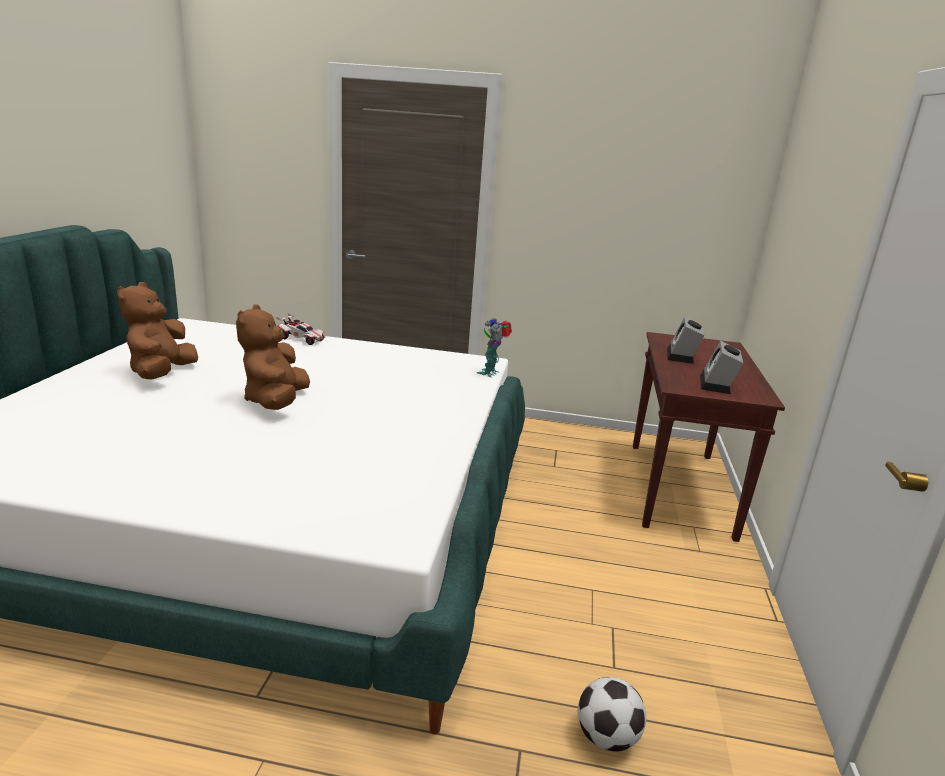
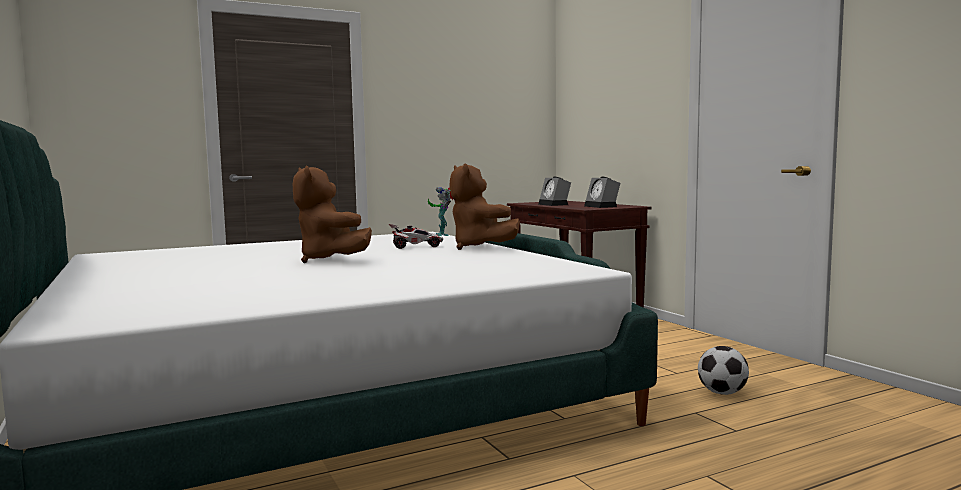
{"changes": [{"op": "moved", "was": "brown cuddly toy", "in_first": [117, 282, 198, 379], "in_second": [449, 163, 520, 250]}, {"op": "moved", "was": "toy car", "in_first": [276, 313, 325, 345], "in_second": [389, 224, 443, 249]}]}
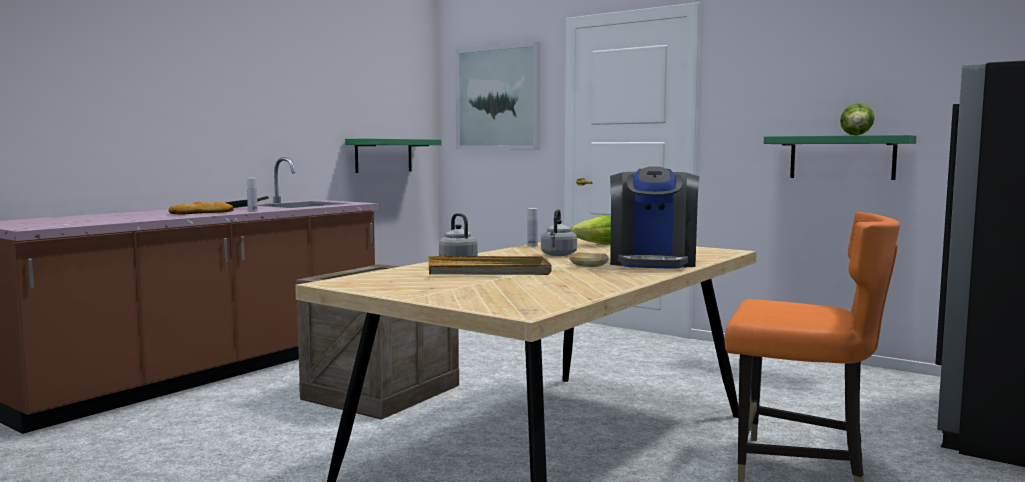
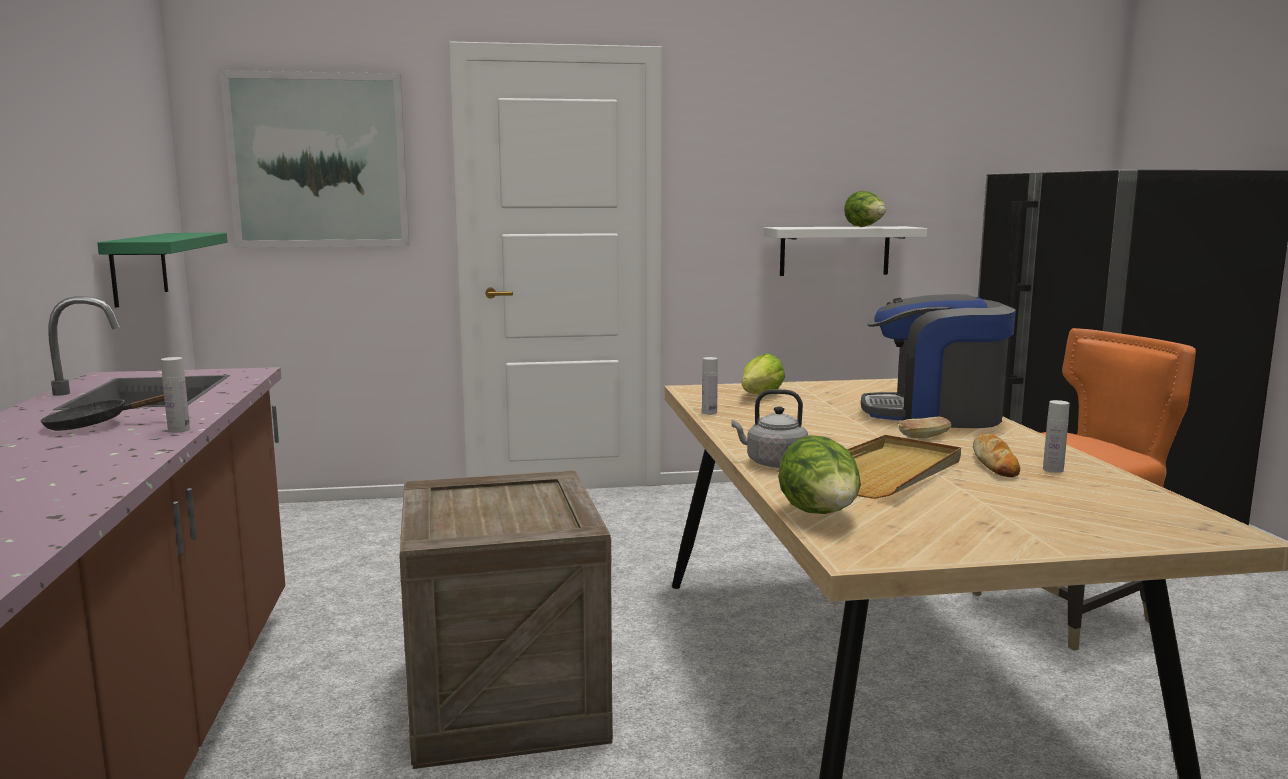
{"changes": [{"op": "recoloured", "was": "green shelf", "now": "white-coloured shelf", "in_first": [764, 135, 916, 180], "in_second": [763, 226, 927, 276]}, {"op": "turned", "was": "coffee brewer", "in_first": [610, 166, 699, 269], "in_second": [861, 294, 1016, 428], "clockwise": 135}, {"op": "moved", "was": "bakery bread", "in_first": [169, 201, 234, 215], "in_second": [973, 433, 1020, 477]}, {"op": "removed", "was": "gray water kettle", "in_first": [541, 209, 577, 256]}, {"op": "added", "now": "white-coloured drink bottle", "in_second": [1043, 400, 1070, 473]}, {"op": "added", "now": "lettuce head", "in_second": [778, 435, 861, 514]}]}
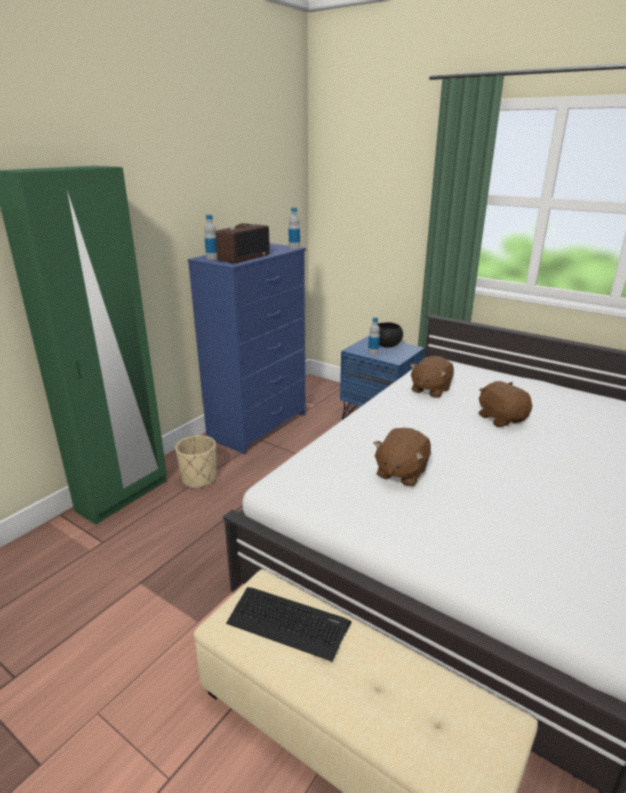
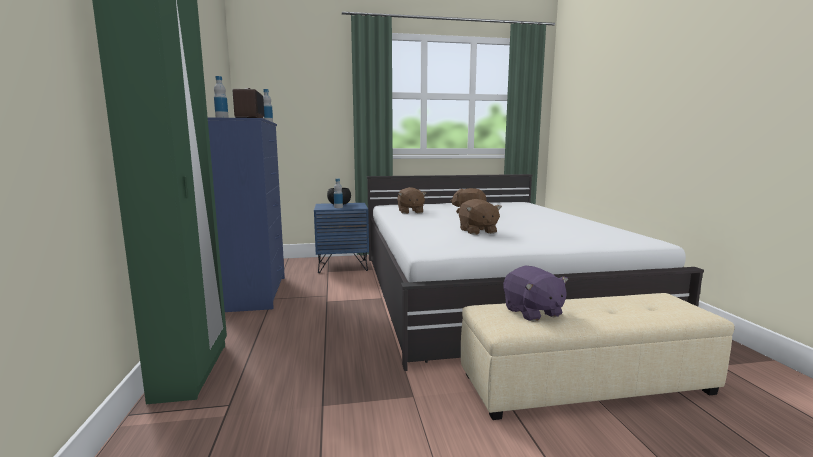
{"changes": [{"op": "removed", "was": "beige flower pot", "in_first": [175, 435, 217, 489]}, {"op": "replaced", "was": "computer keyboard", "now": "purplish cuddly toy", "in_first": [226, 587, 352, 662], "in_second": [503, 266, 569, 322]}]}
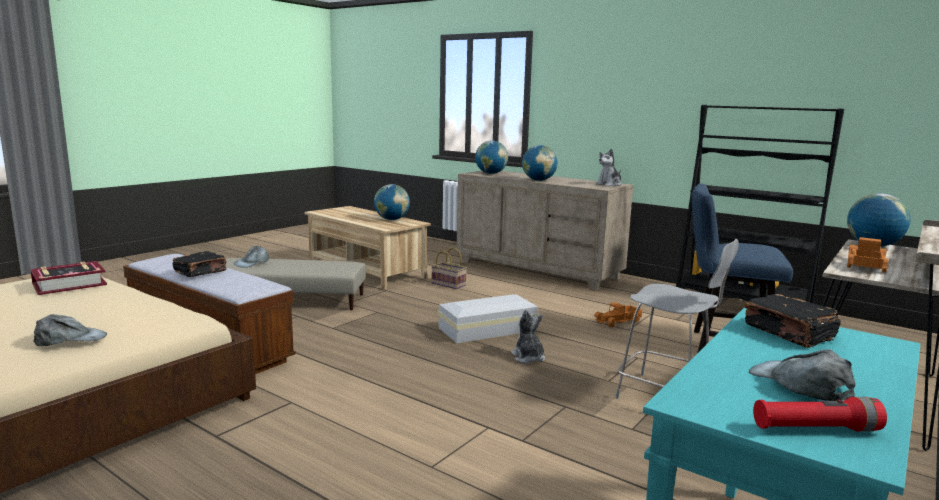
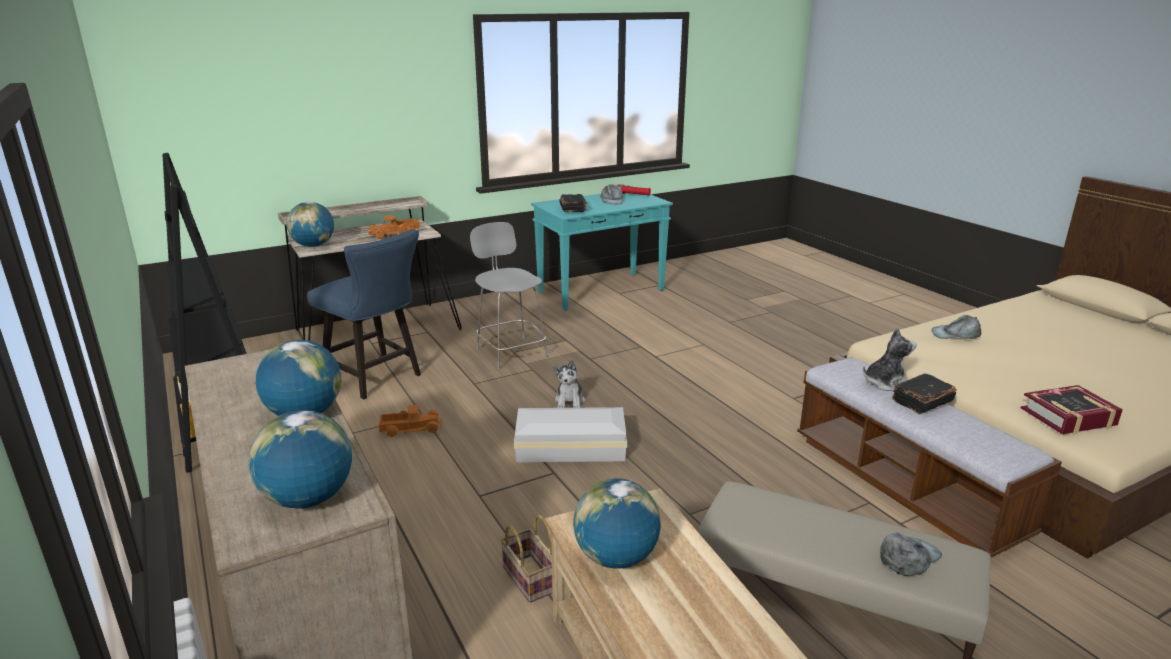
{"changes": [{"op": "moved", "was": "cuddly toy", "in_first": [595, 148, 621, 186], "in_second": [863, 328, 917, 391]}]}
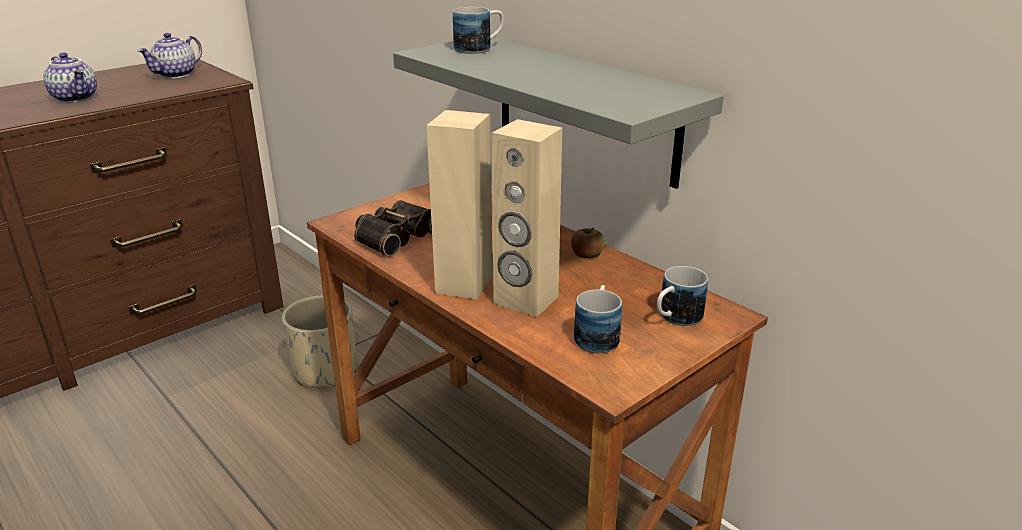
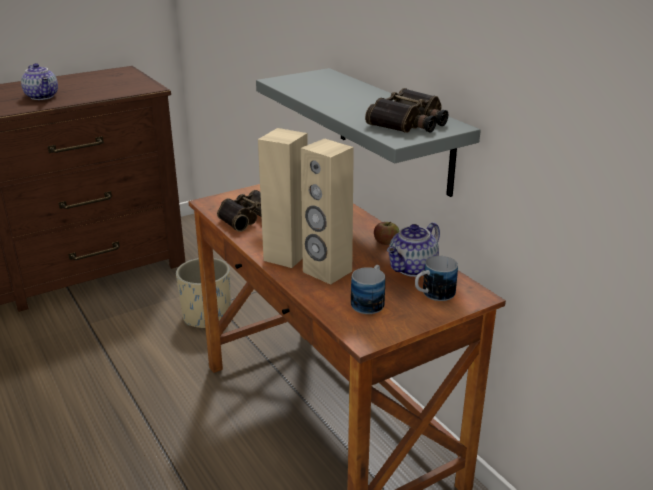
{"changes": [{"op": "removed", "was": "mug", "in_first": [453, 7, 504, 54]}, {"op": "moved", "was": "teapot", "in_first": [138, 33, 202, 78], "in_second": [387, 222, 440, 277]}, {"op": "added", "now": "binoculars", "in_second": [365, 88, 448, 133]}]}
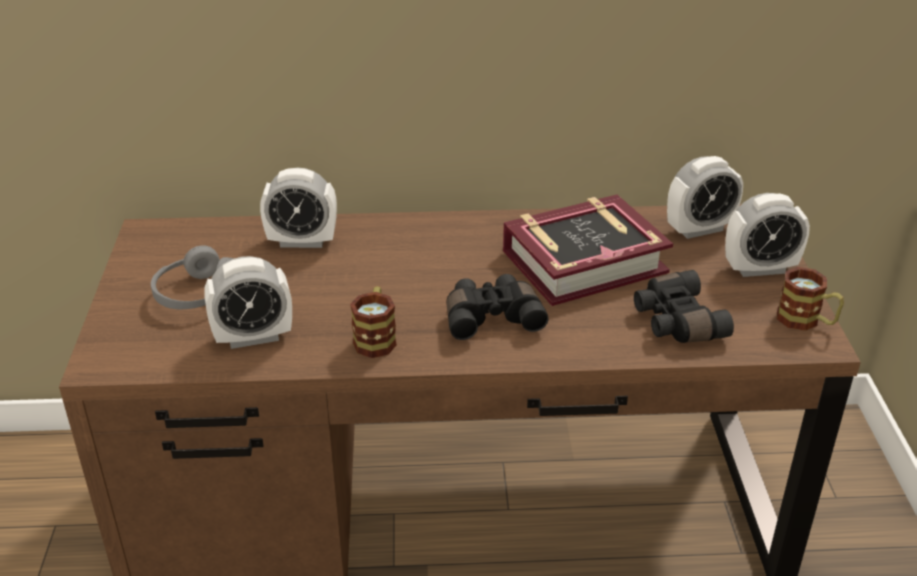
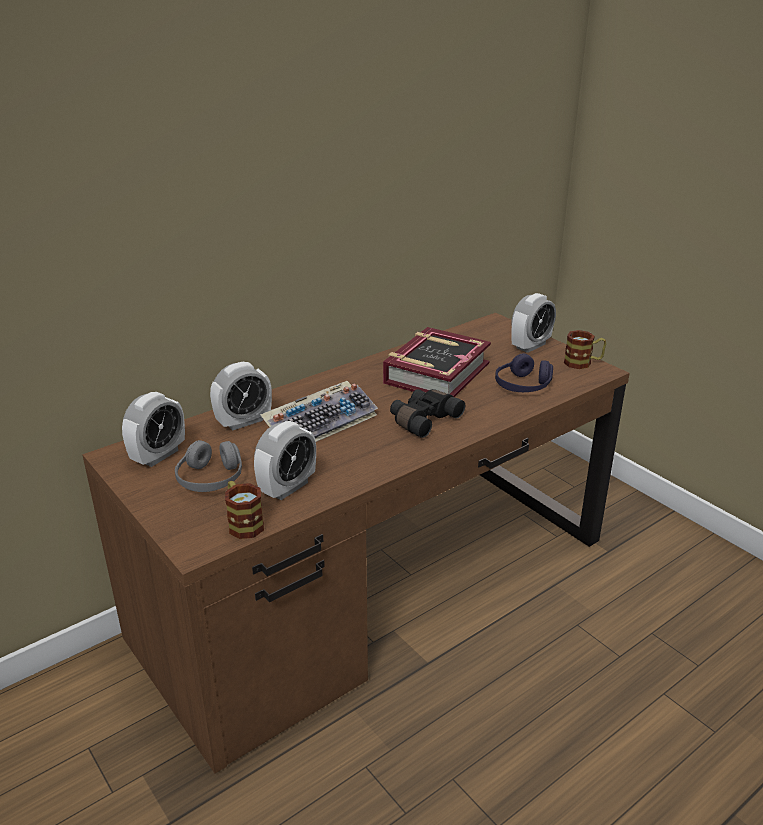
{"changes": [{"op": "moved", "was": "alarm clock", "in_first": [667, 156, 743, 239], "in_second": [122, 392, 185, 467]}, {"op": "replaced", "was": "black binoculars", "now": "purplish headphones", "in_first": [634, 270, 734, 343], "in_second": [495, 353, 553, 392]}, {"op": "moved", "was": "mug", "in_first": [350, 286, 397, 358], "in_second": [225, 481, 264, 539]}, {"op": "added", "now": "computer keyboard", "in_second": [260, 381, 378, 442]}]}
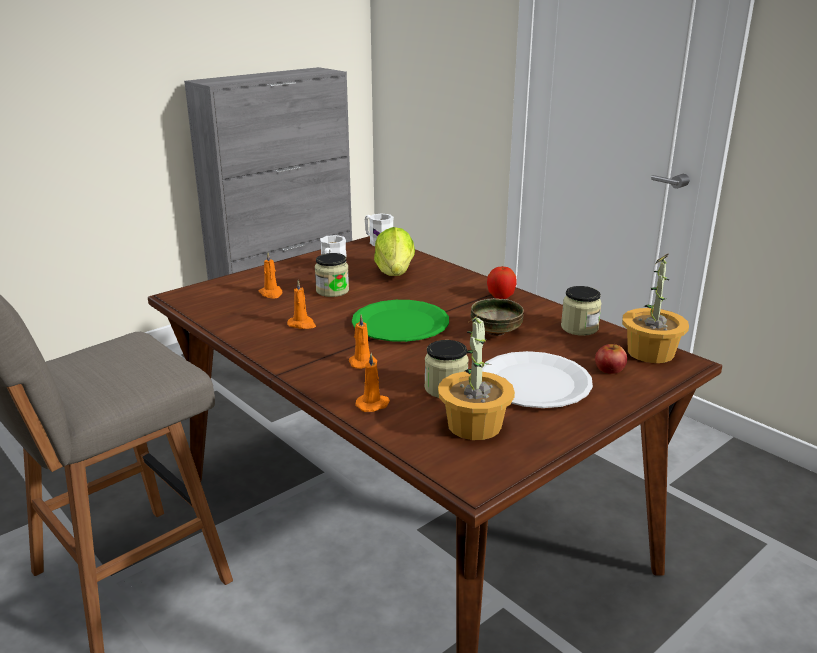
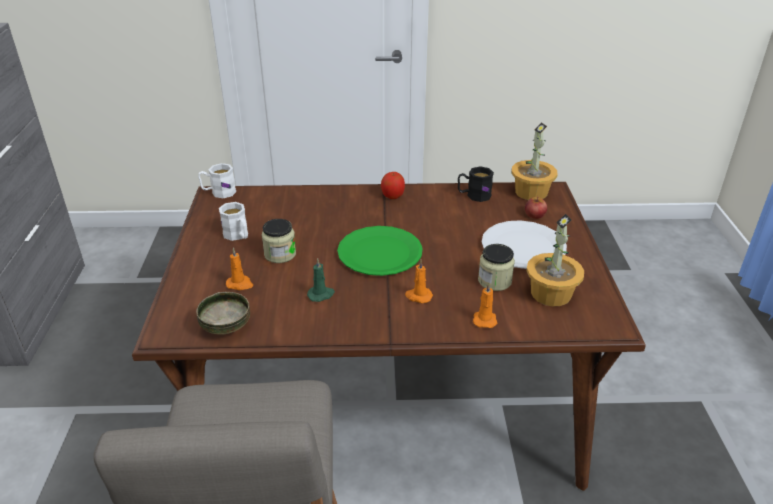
{"changes": [{"op": "removed", "was": "lettuce head", "in_first": [374, 227, 415, 276]}, {"op": "recoloured", "was": "orange-coloured wax light", "now": "green wax light", "in_first": [287, 280, 316, 329], "in_second": [307, 258, 335, 302]}, {"op": "replaced", "was": "preserve jar", "now": "black mug", "in_first": [561, 286, 602, 336], "in_second": [458, 166, 494, 202]}, {"op": "moved", "was": "serving bowl", "in_first": [470, 298, 524, 336], "in_second": [196, 292, 250, 335]}]}
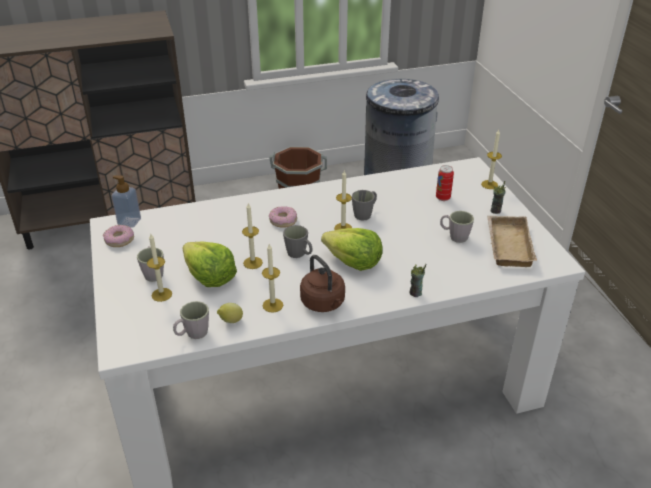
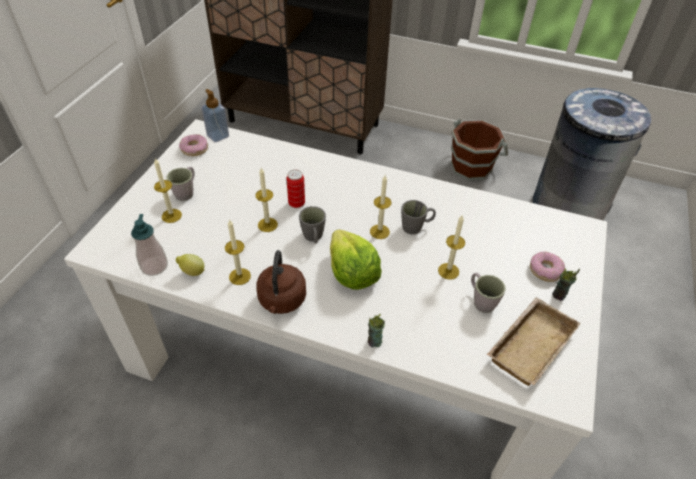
{"changes": [{"op": "moved", "was": "wax light", "in_first": [481, 130, 502, 189], "in_second": [438, 215, 465, 280]}, {"op": "moved", "was": "can", "in_first": [436, 165, 454, 201], "in_second": [287, 170, 305, 208]}, {"op": "moved", "was": "donut", "in_first": [269, 206, 297, 228], "in_second": [530, 252, 565, 282]}, {"op": "removed", "was": "lettuce head", "in_first": [182, 242, 237, 287]}, {"op": "replaced", "was": "gray mug", "now": "soap dispenser", "in_first": [173, 301, 209, 339], "in_second": [131, 214, 168, 276]}]}
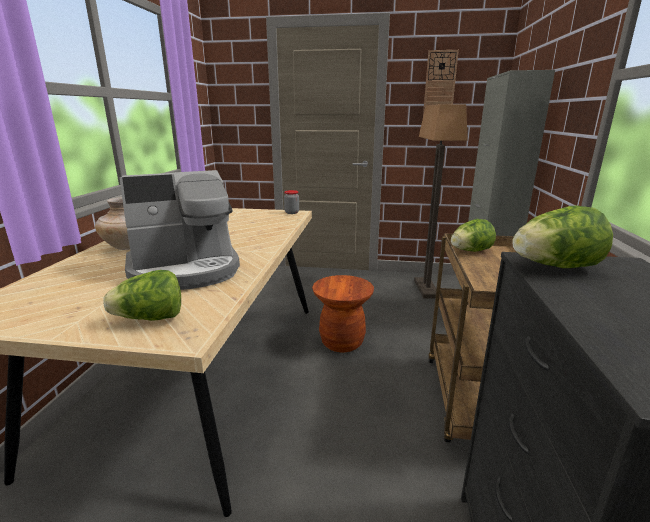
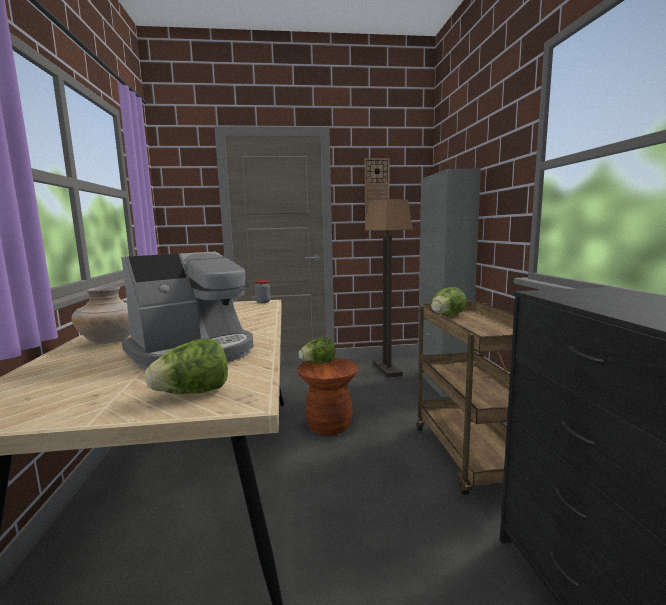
{"changes": [{"op": "moved", "was": "lettuce head", "in_first": [512, 205, 613, 268], "in_second": [299, 337, 335, 363]}]}
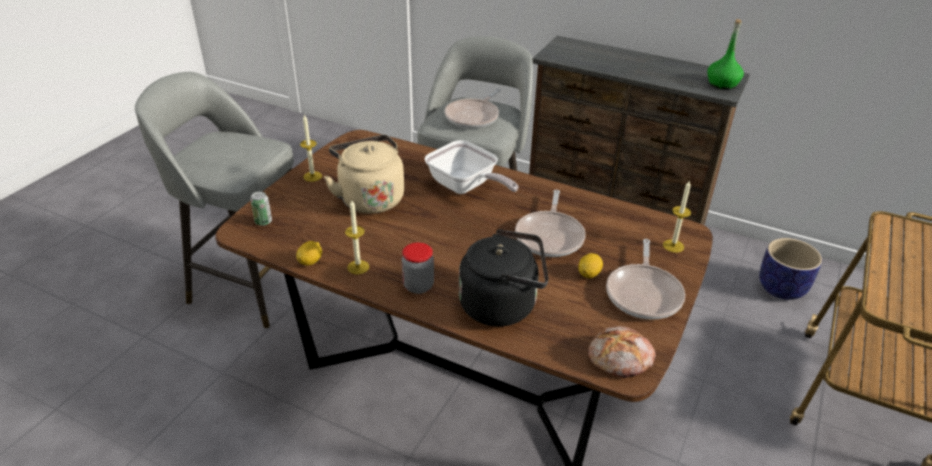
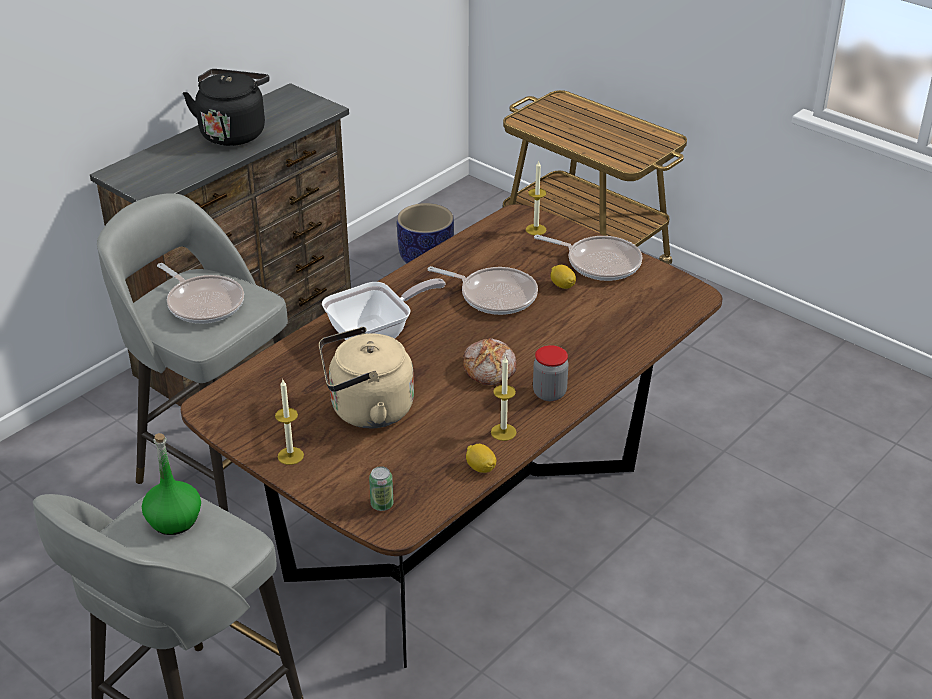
{"changes": [{"op": "moved", "was": "green drink bottle", "in_first": [708, 19, 744, 90], "in_second": [142, 433, 201, 535]}, {"op": "moved", "was": "black water kettle", "in_first": [459, 229, 548, 326], "in_second": [183, 69, 270, 146]}, {"op": "moved", "was": "bakery bread", "in_first": [588, 326, 656, 378], "in_second": [463, 338, 517, 385]}]}
